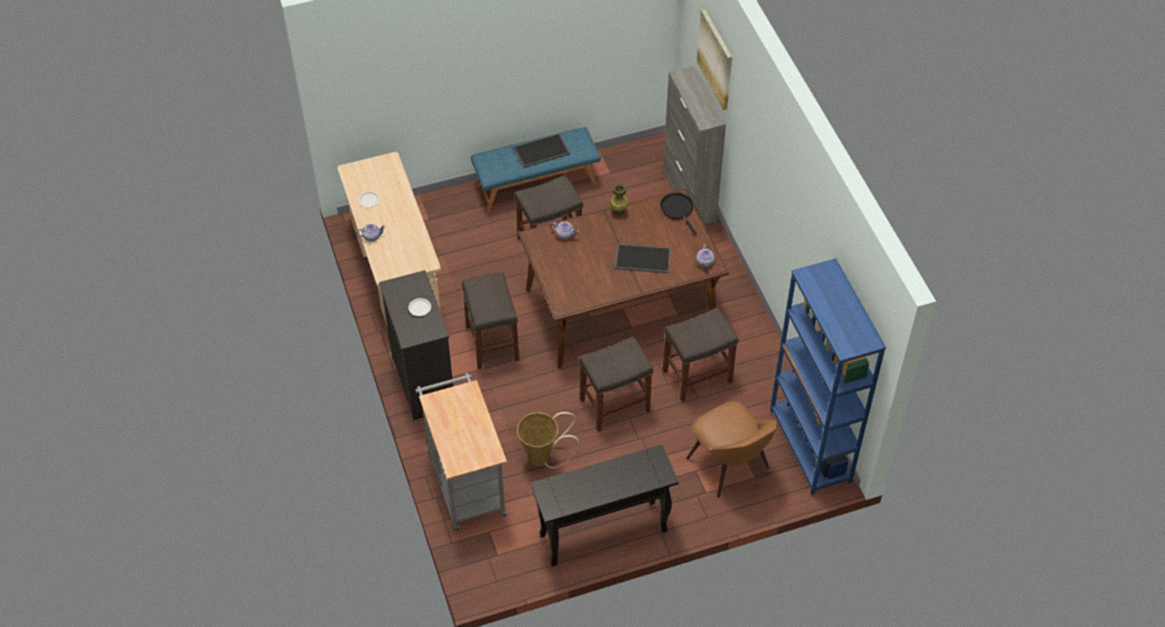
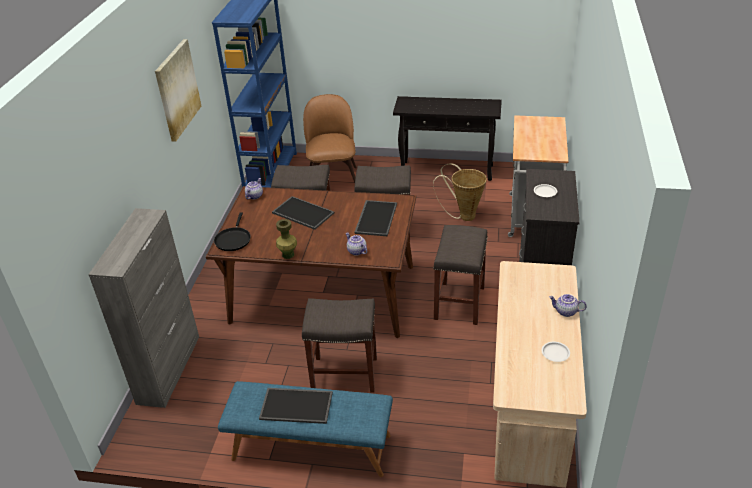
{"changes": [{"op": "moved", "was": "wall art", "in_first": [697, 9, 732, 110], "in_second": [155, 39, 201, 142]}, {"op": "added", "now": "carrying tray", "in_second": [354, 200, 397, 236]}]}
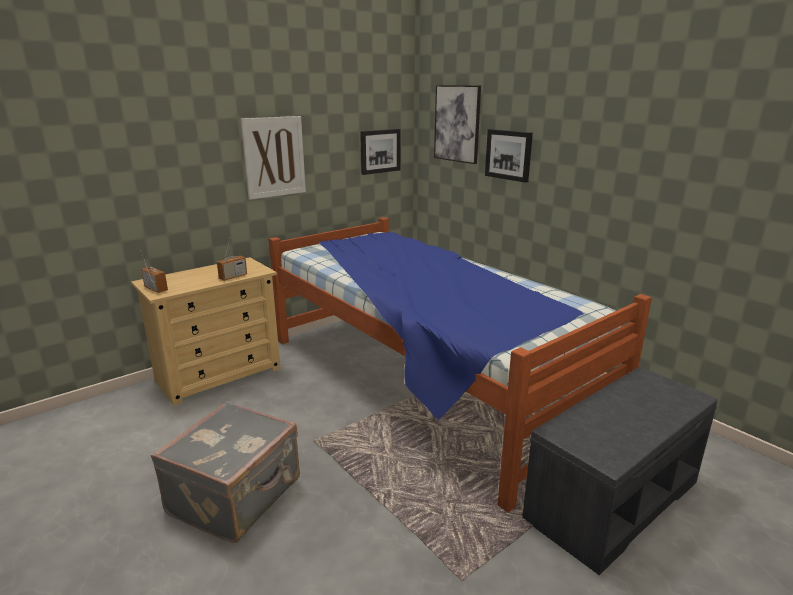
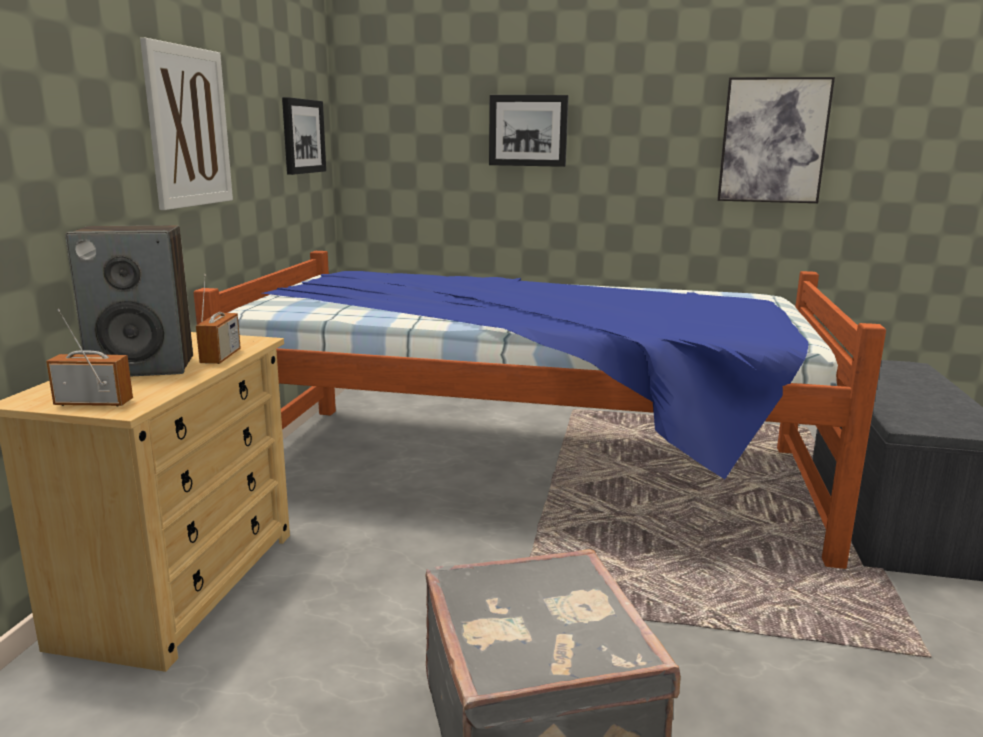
{"changes": [{"op": "moved", "was": "wall art", "in_first": [434, 85, 481, 164], "in_second": [717, 77, 835, 203]}, {"op": "added", "now": "audio speaker", "in_second": [65, 225, 193, 376]}]}
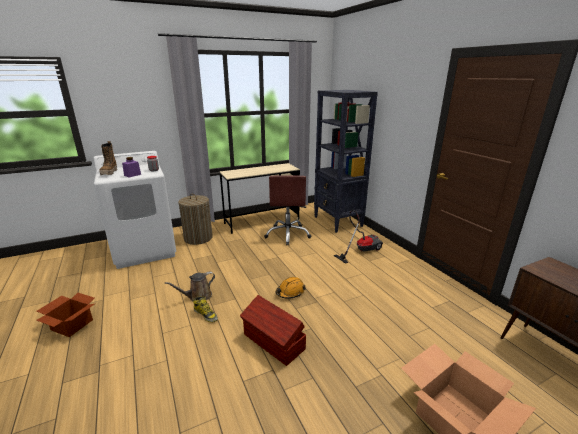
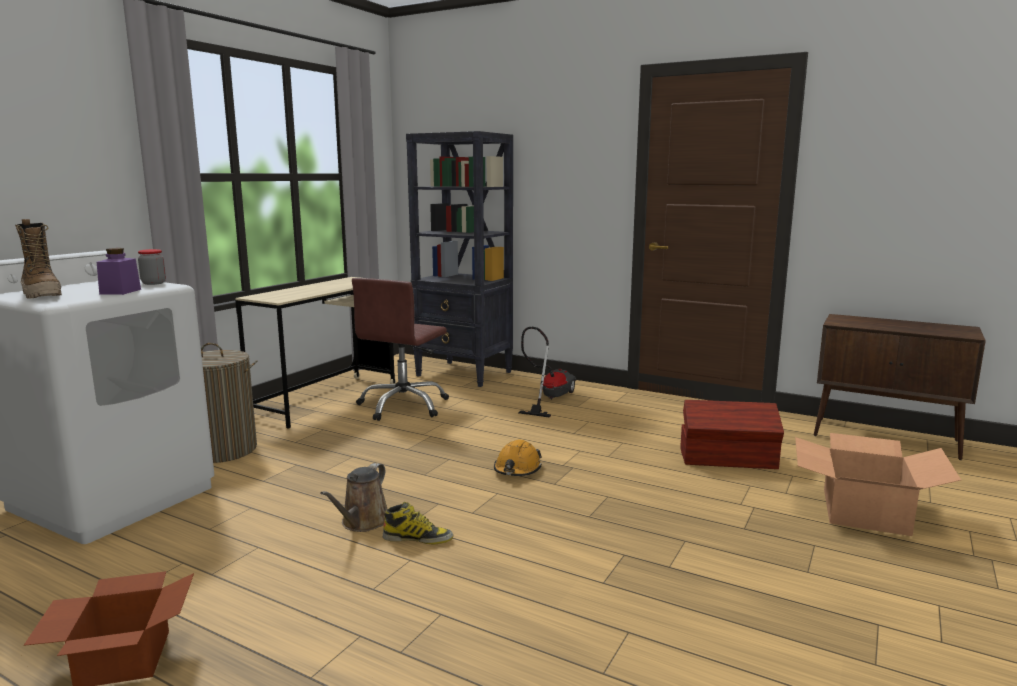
{"changes": [{"op": "turned", "was": "brown office chair", "in_first": [264, 175, 311, 246], "in_second": [352, 278, 449, 421], "clockwise": 60}, {"op": "moved", "was": "brown storage bin", "in_first": [240, 295, 306, 366], "in_second": [680, 400, 784, 469]}]}
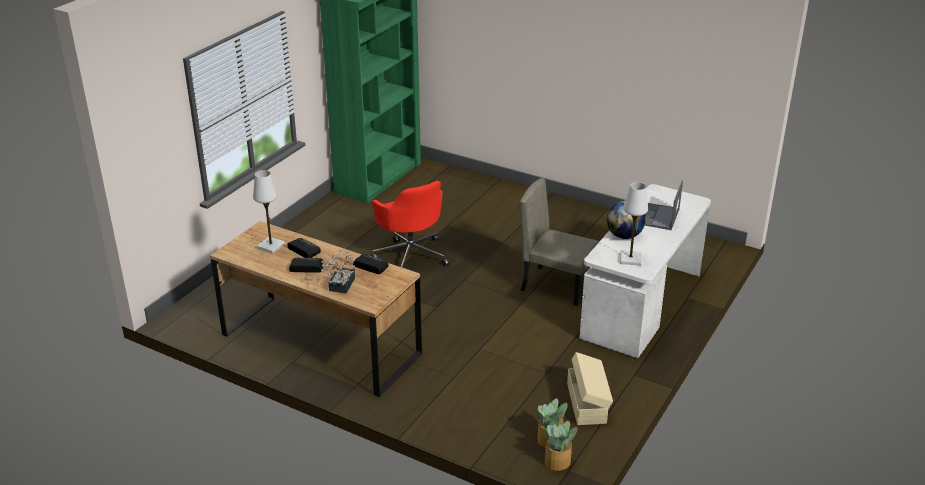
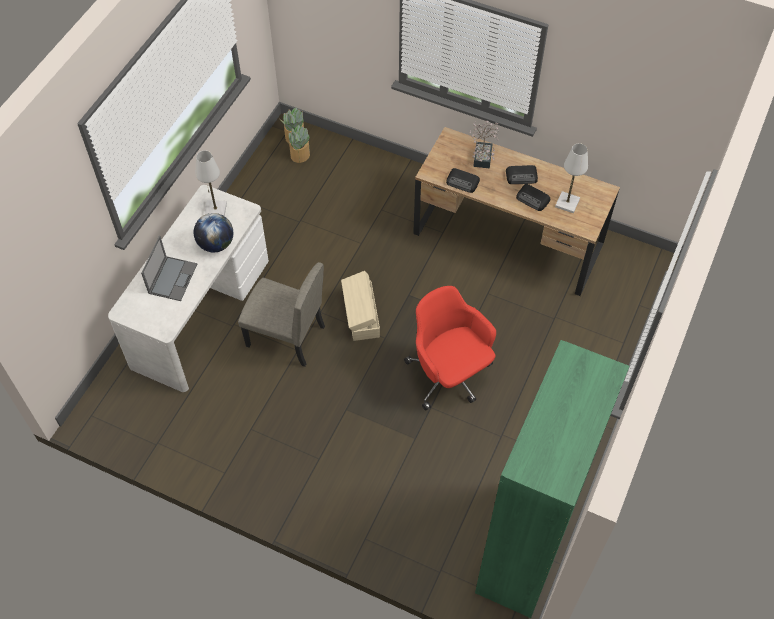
{"changes": [{"op": "moved", "was": "beige storage bin", "in_first": [567, 352, 613, 425], "in_second": [341, 271, 380, 341]}]}
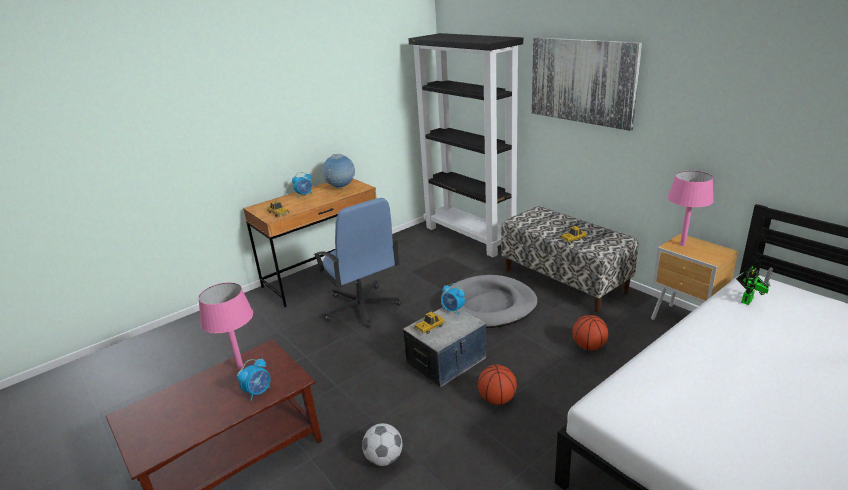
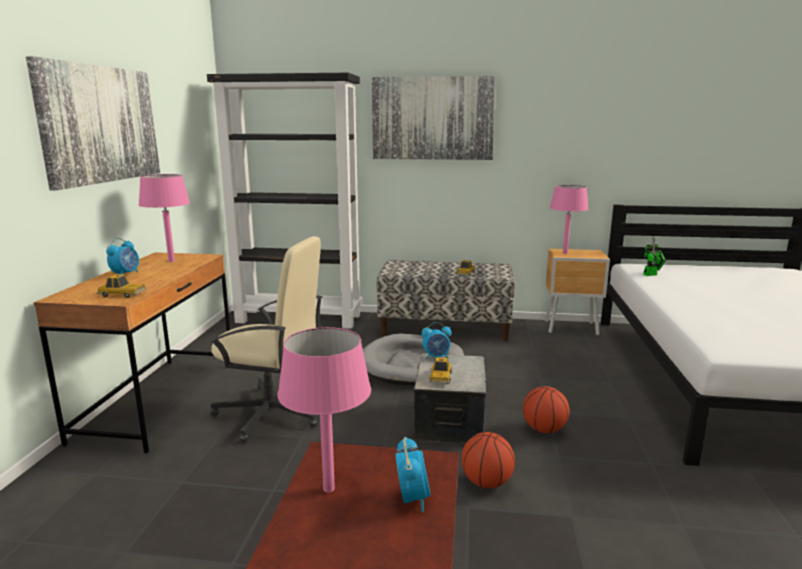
{"changes": [{"op": "replaced", "was": "world globe", "now": "pinkish table lamp", "in_first": [322, 154, 355, 188], "in_second": [138, 174, 190, 262]}, {"op": "recoloured", "was": "blue-coloured office chair", "now": "beige office chair", "in_first": [313, 198, 401, 328], "in_second": [210, 236, 322, 443]}, {"op": "turned", "was": "model robot", "in_first": [736, 266, 773, 305], "in_second": [643, 236, 666, 276], "clockwise": 75}, {"op": "moved", "was": "ball for basketball", "in_first": [572, 315, 609, 350], "in_second": [461, 432, 515, 488]}, {"op": "removed", "was": "football ball", "in_first": [362, 423, 403, 466]}, {"op": "added", "now": "wall art", "in_second": [26, 56, 160, 191]}]}
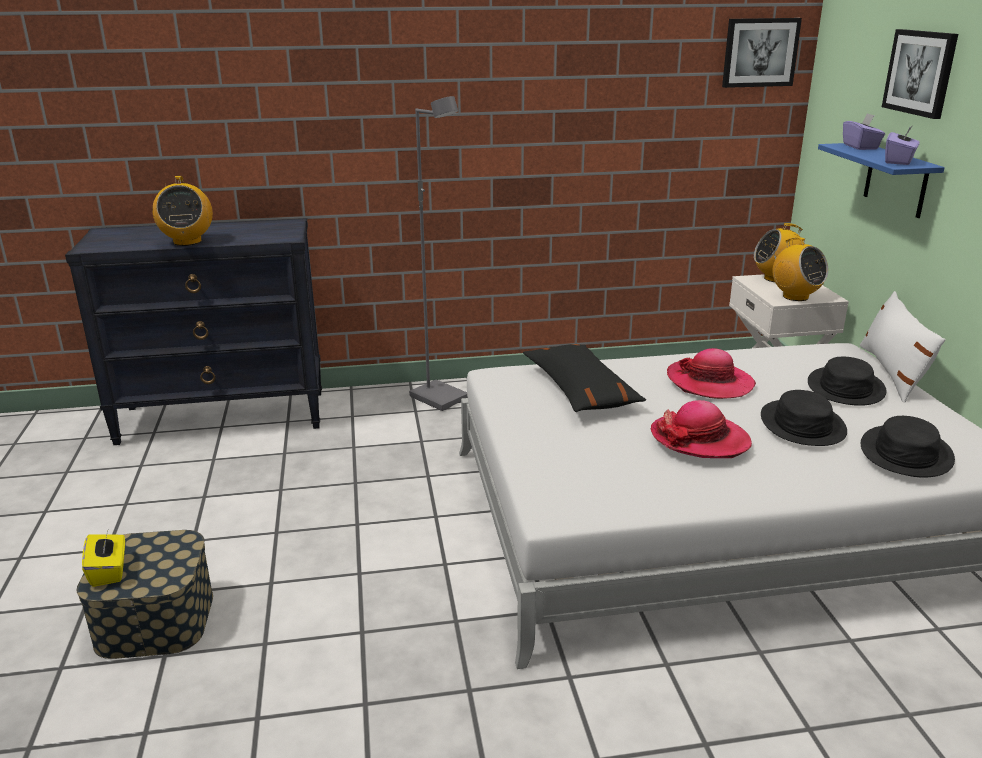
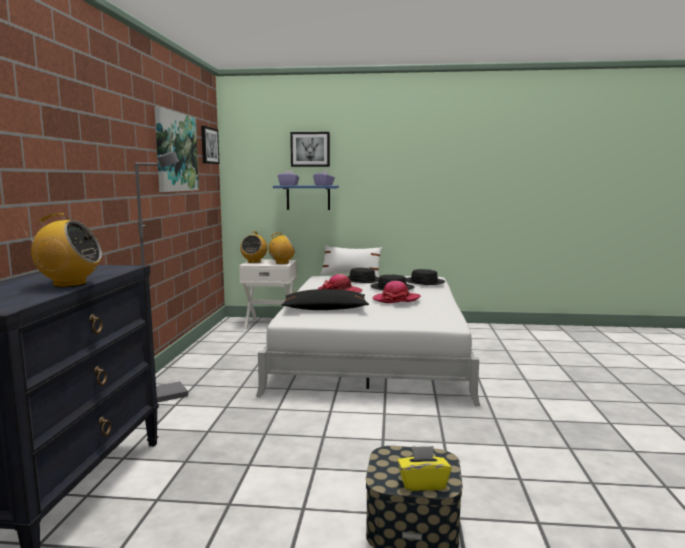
{"changes": [{"op": "added", "now": "wall art", "in_second": [154, 107, 199, 192]}]}
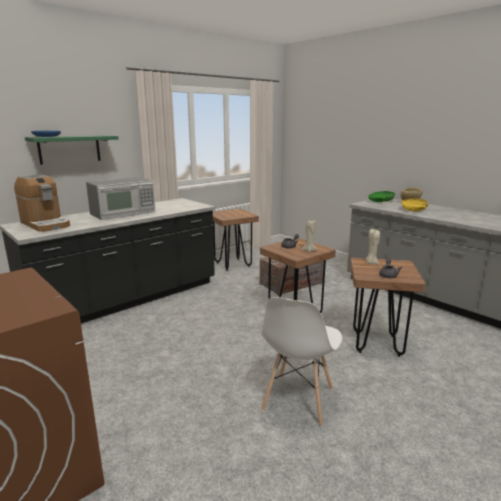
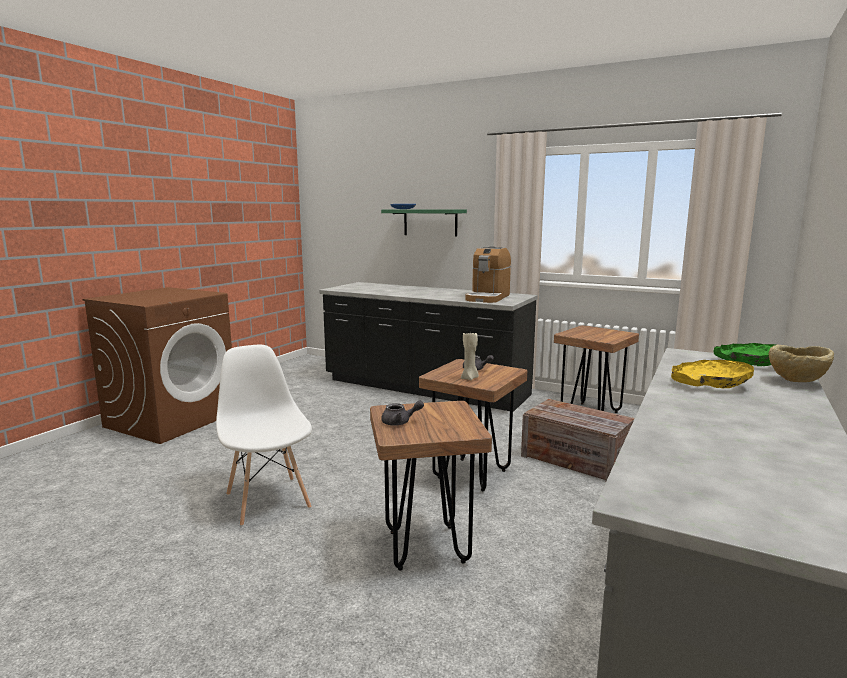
{"changes": [{"op": "moved", "was": "coffee brewer", "in_first": [14, 175, 70, 232], "in_second": [465, 246, 511, 303]}, {"op": "removed", "was": "microwave oven", "in_first": [86, 177, 155, 220]}, {"op": "removed", "was": "beige wax light", "in_first": [365, 229, 380, 264]}, {"op": "turned", "was": "white-coloured chair", "in_first": [261, 297, 343, 426], "in_second": [216, 345, 312, 526], "clockwise": 60}]}
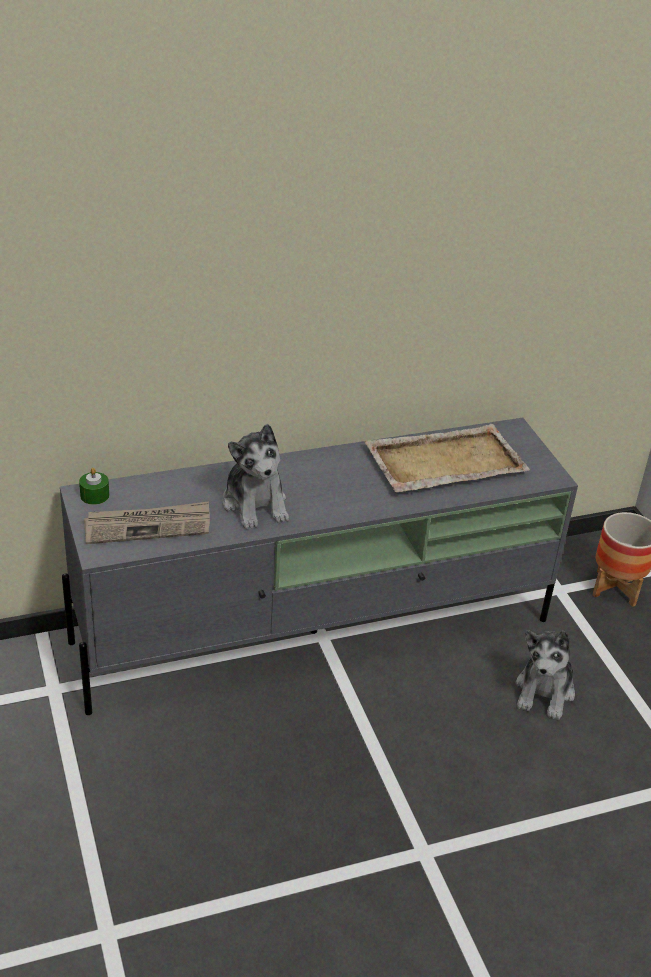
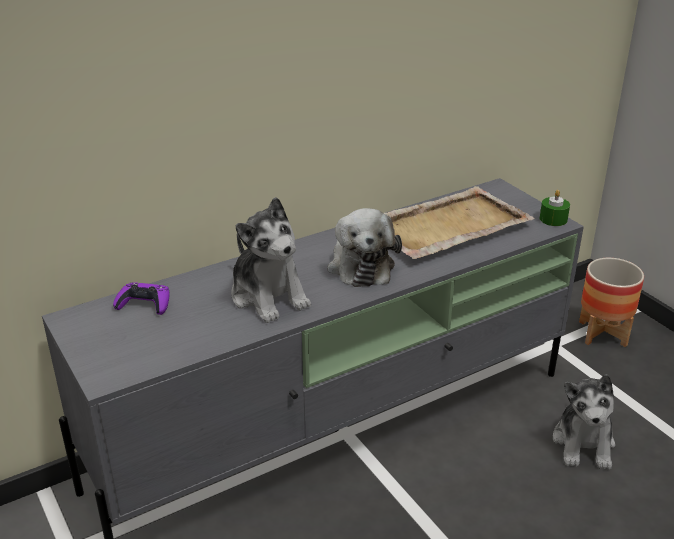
{"changes": [{"op": "moved", "was": "green wax light", "in_first": [79, 468, 109, 505], "in_second": [540, 190, 570, 226]}, {"op": "removed", "was": "printed paper", "in_first": [84, 501, 210, 544]}, {"op": "added", "now": "cuddly toy", "in_second": [327, 208, 402, 287]}, {"op": "added", "now": "purplish gamepad", "in_second": [113, 282, 170, 315]}]}
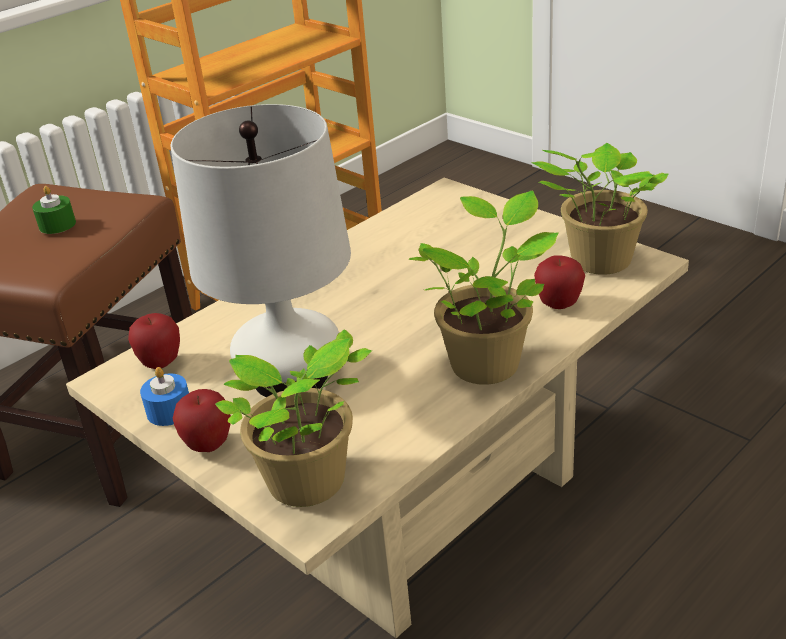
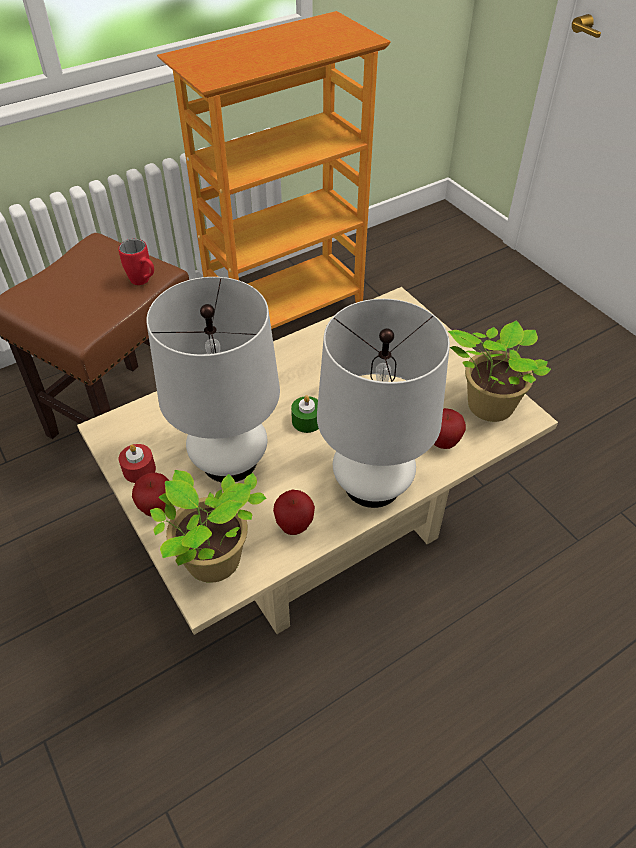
{"changes": [{"op": "moved", "was": "green wax light", "in_first": [32, 186, 76, 234], "in_second": [291, 396, 319, 433]}, {"op": "replaced", "was": "potted plant", "now": "white-coloured table lamp", "in_first": [409, 190, 559, 385], "in_second": [317, 299, 450, 508]}, {"op": "moved", "was": "apple fruit", "in_first": [128, 313, 180, 369], "in_second": [273, 490, 315, 535]}, {"op": "recoloured", "was": "blue-coloured wax light", "now": "reddish wax light", "in_first": [140, 367, 189, 426], "in_second": [119, 444, 156, 483]}, {"op": "added", "now": "reddish mug", "in_second": [118, 239, 154, 285]}]}
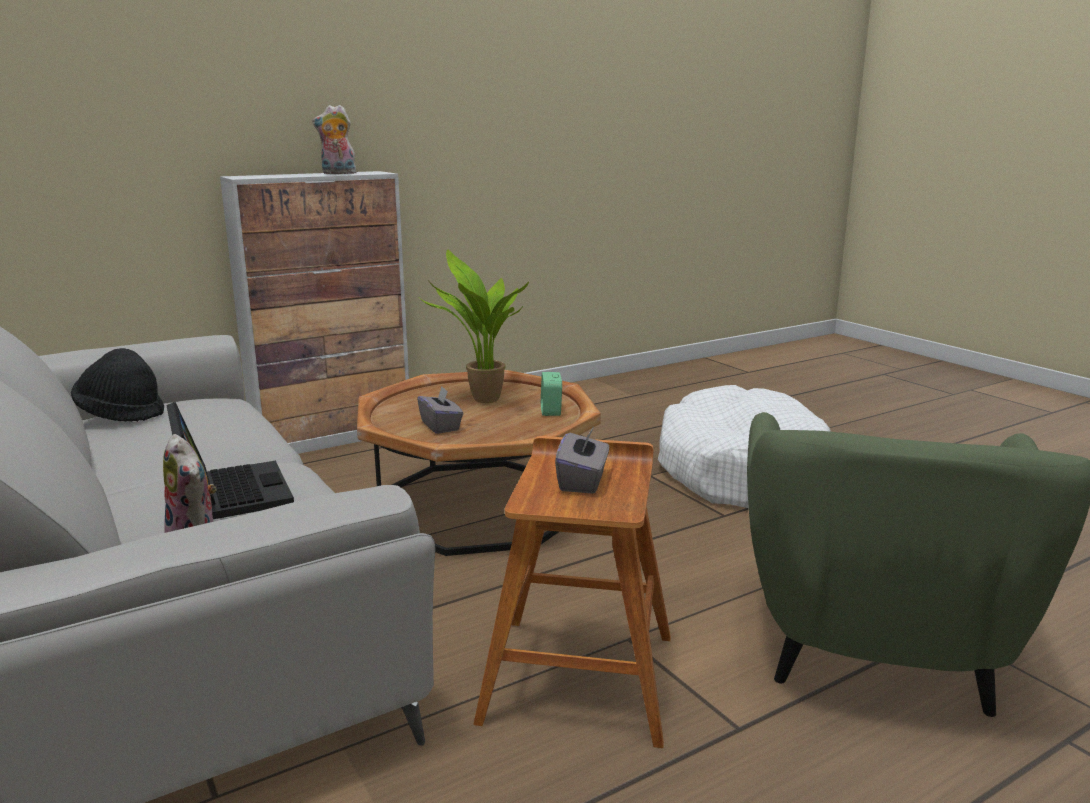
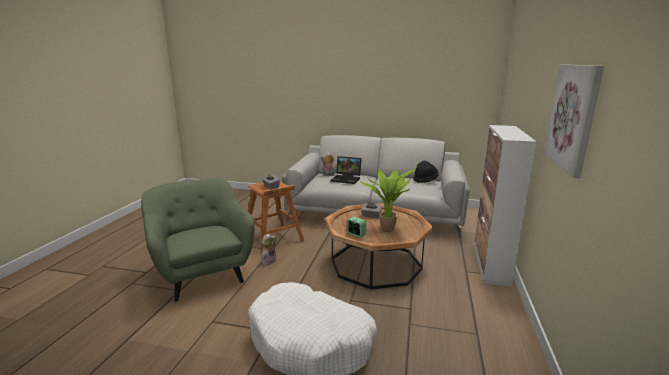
{"changes": [{"op": "moved", "was": "cuddly toy", "in_first": [312, 105, 357, 174], "in_second": [262, 233, 276, 265]}, {"op": "added", "now": "wall art", "in_second": [543, 65, 604, 178]}]}
